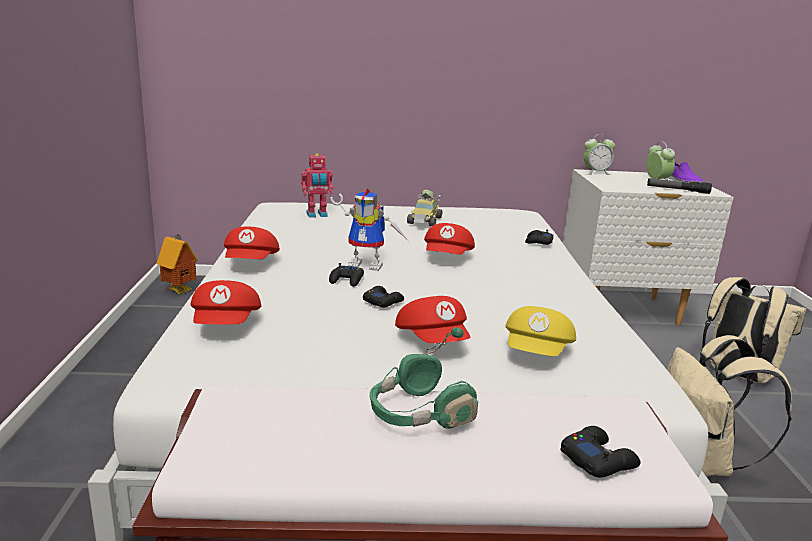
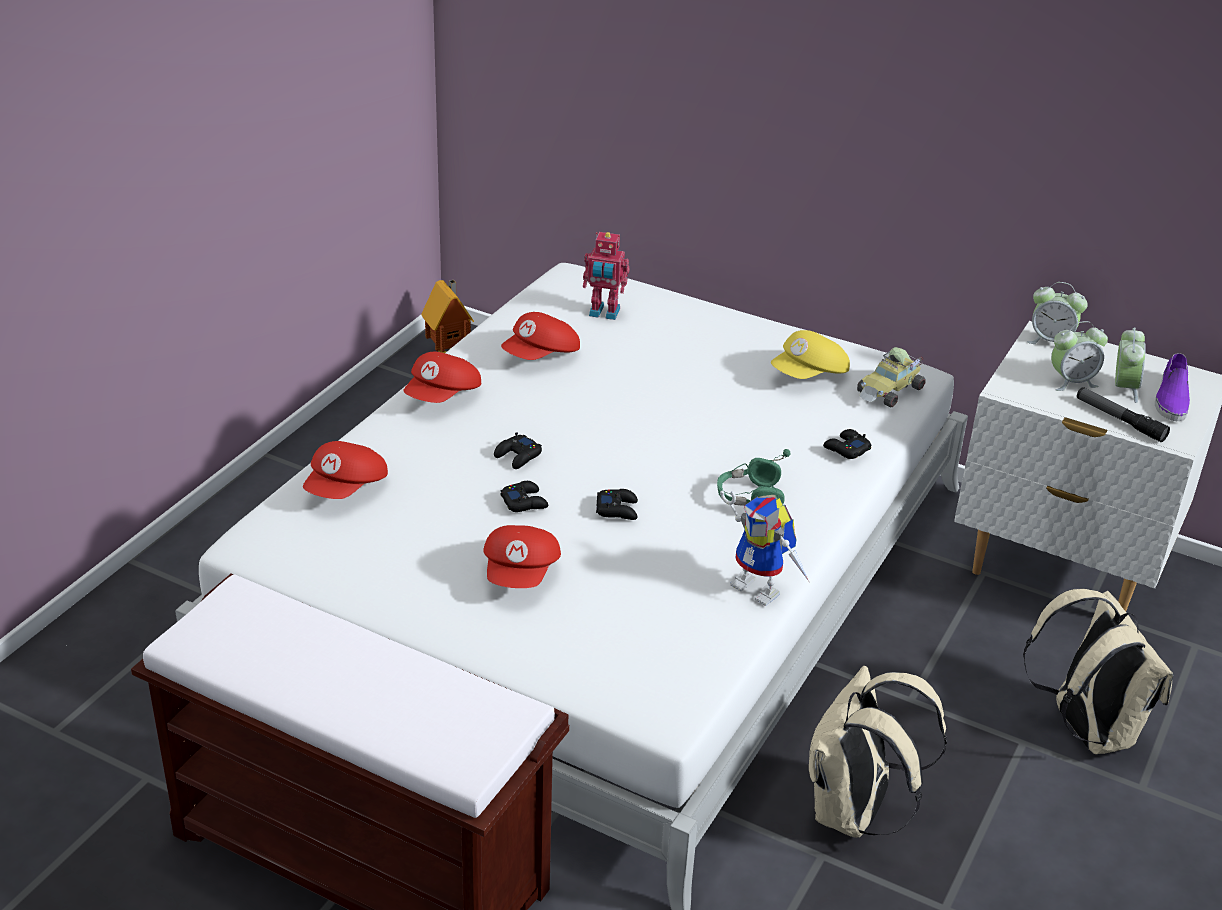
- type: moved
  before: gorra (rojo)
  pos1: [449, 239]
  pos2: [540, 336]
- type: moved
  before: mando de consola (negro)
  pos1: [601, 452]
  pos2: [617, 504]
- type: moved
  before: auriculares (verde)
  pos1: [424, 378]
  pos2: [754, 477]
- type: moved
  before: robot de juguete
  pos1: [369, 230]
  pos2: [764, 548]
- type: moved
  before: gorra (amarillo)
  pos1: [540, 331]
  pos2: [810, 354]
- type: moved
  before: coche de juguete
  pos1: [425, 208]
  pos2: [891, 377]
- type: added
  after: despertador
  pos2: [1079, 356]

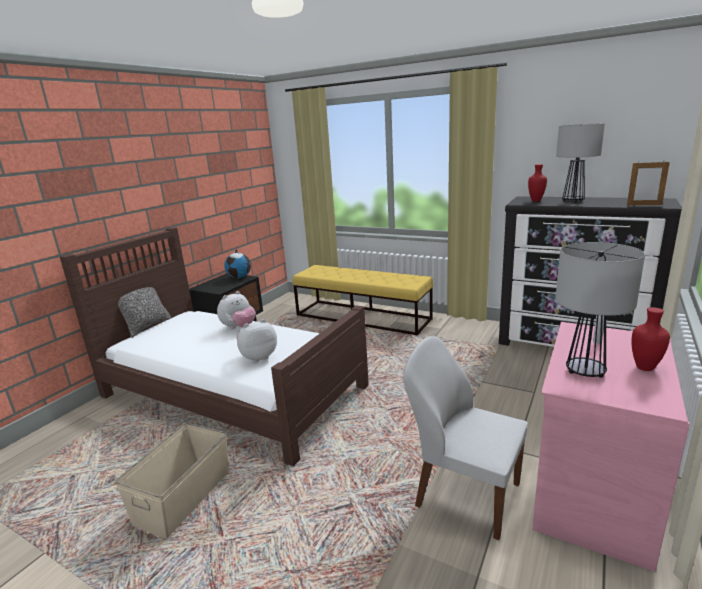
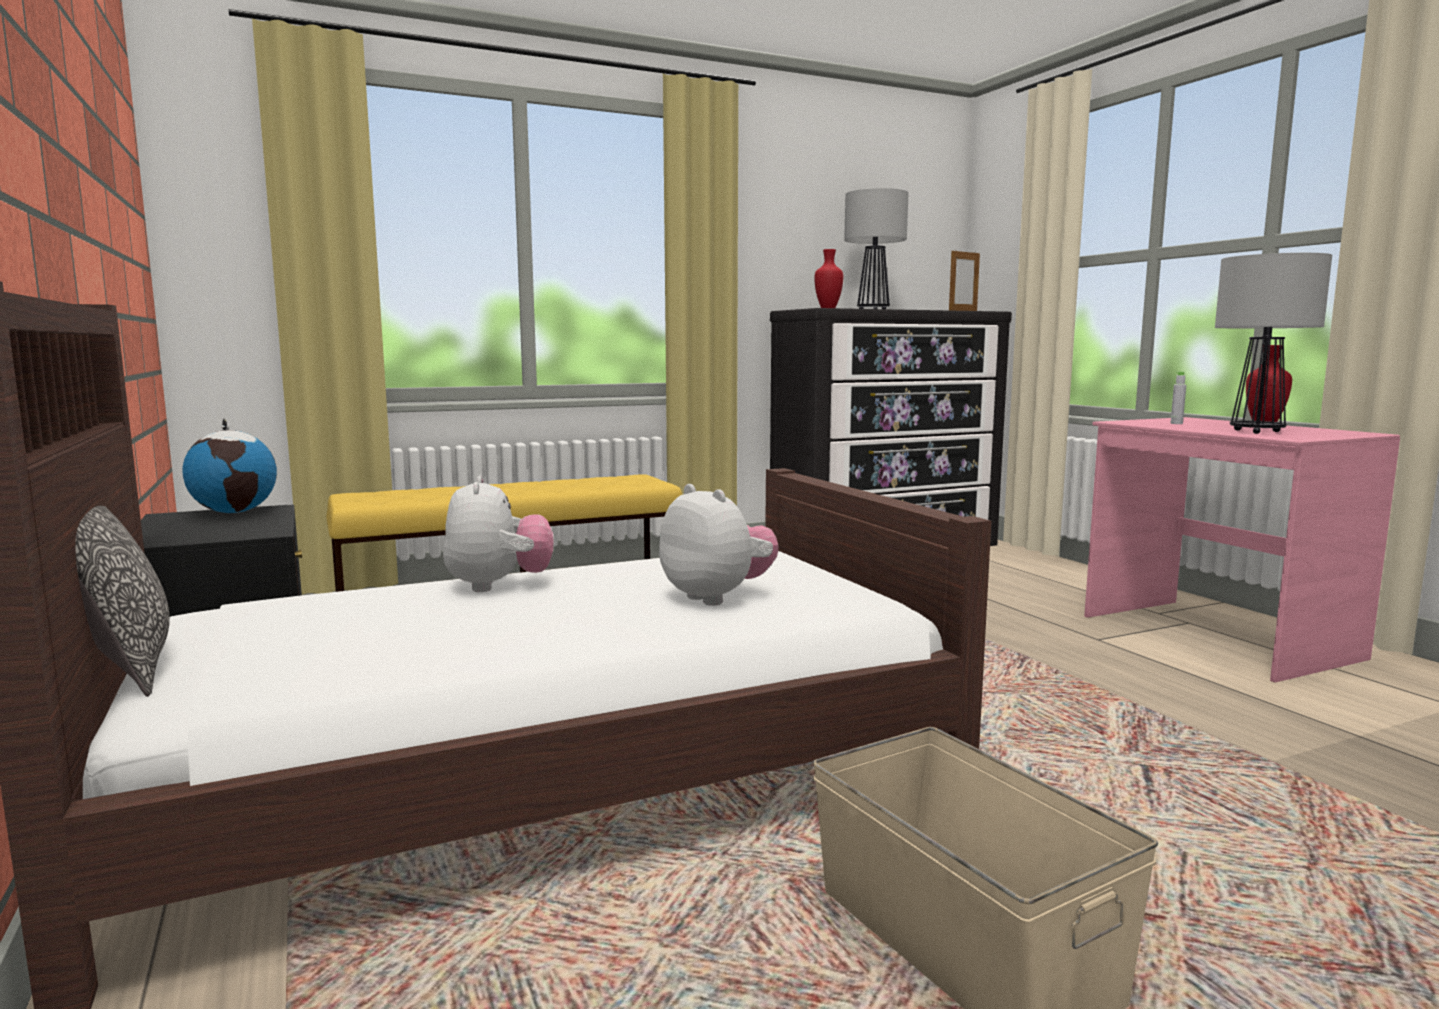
- type: turned
  before: peluche
  pos1: [256, 341]
  pos2: [718, 545]
  turn: 135
- type: removed
  before: silla (blanco)
  pos1: [465, 438]

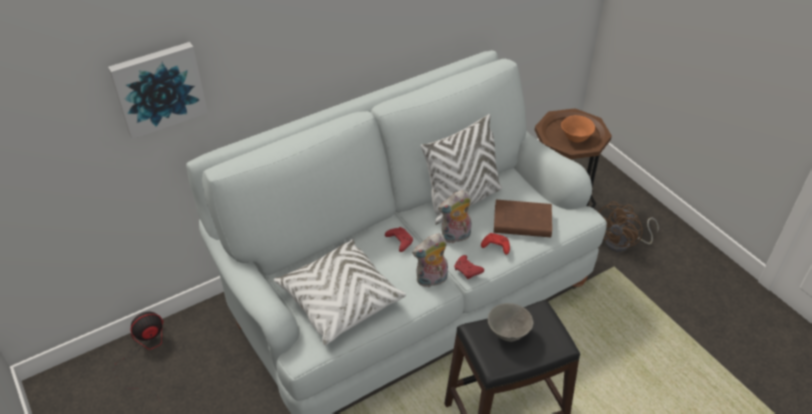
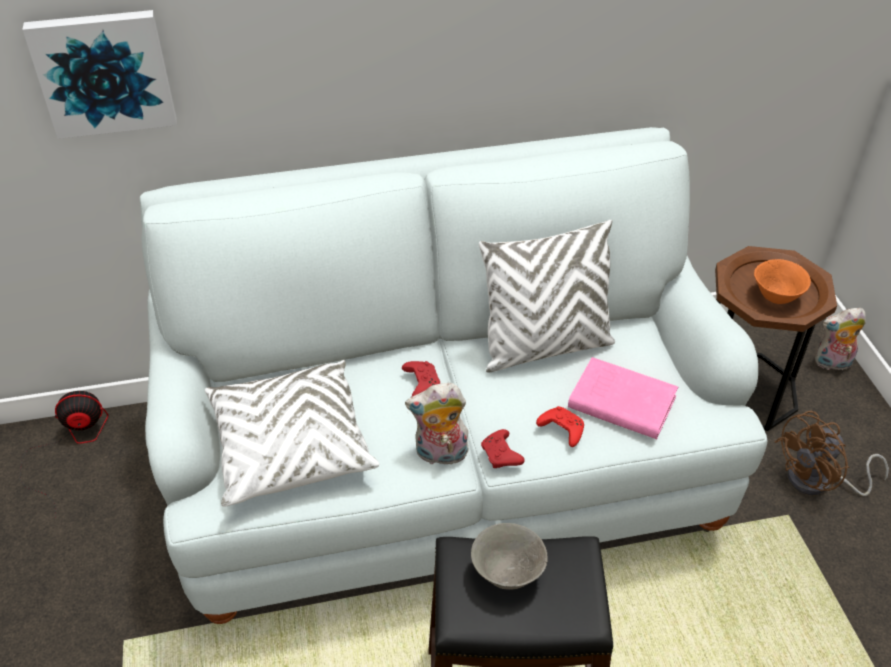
- type: recoloured
  before: libro (marrón)
  after: libro (rosa)
  pos1: [523, 218]
  pos2: [623, 398]
- type: moved
  before: peluche
  pos1: [454, 216]
  pos2: [840, 339]

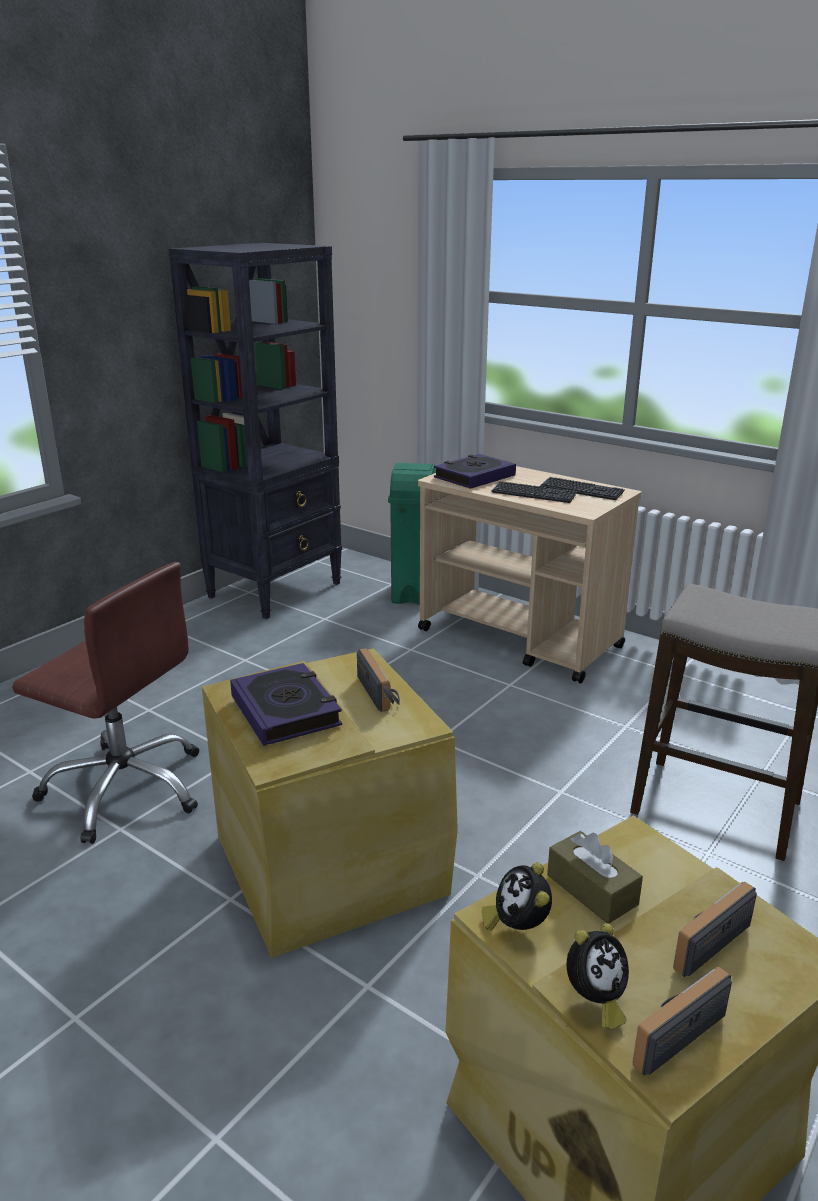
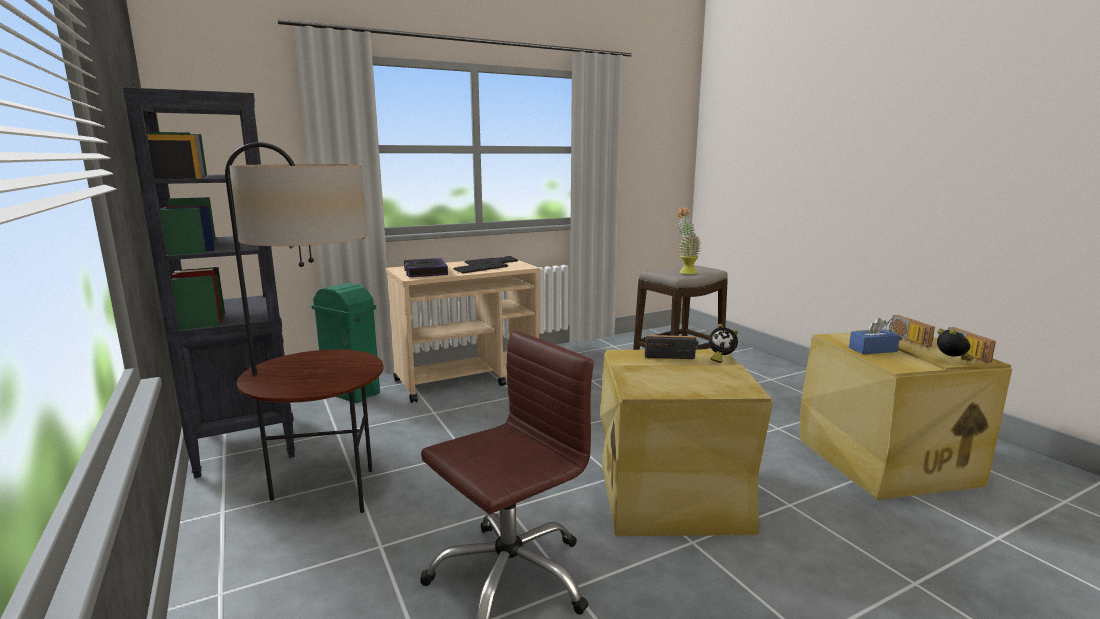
- type: added
  after: lámpara de pie
  pos2: [304, 327]
- type: added
  after: planta en maceta
  pos2: [689, 240]
- type: moved
  before: despertador
  pos1: [517, 896]
  pos2: [723, 343]
- type: recoloured
  before: caja de pañuelos (marrón)
  after: caja de pañuelos (azul)
  pos1: [595, 877]
  pos2: [874, 336]
- type: removed
  before: libro
  pos1: [286, 704]

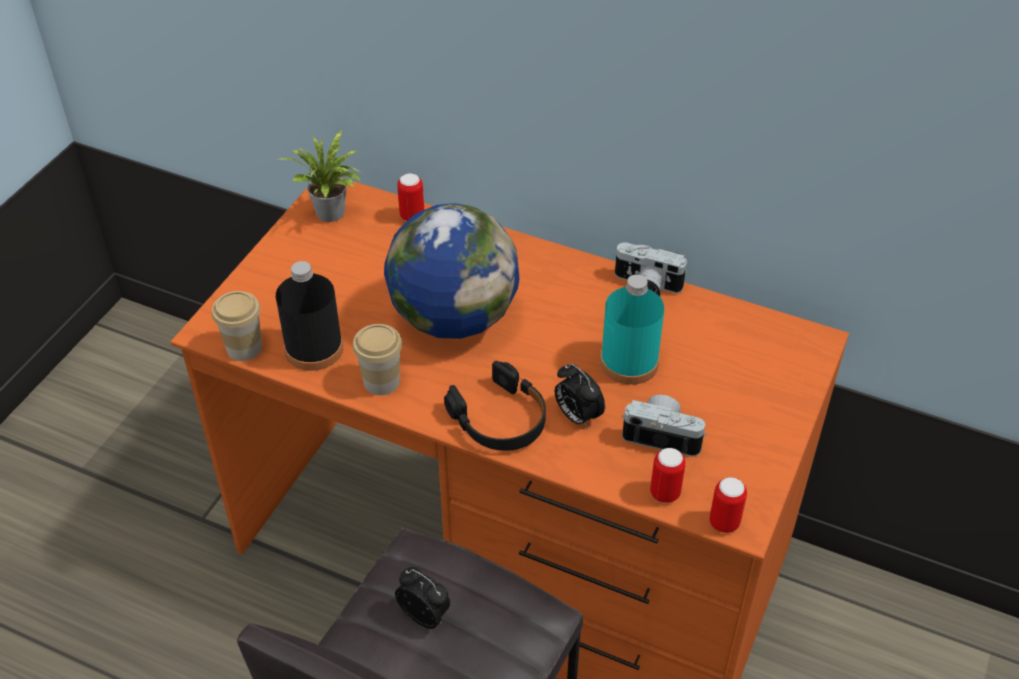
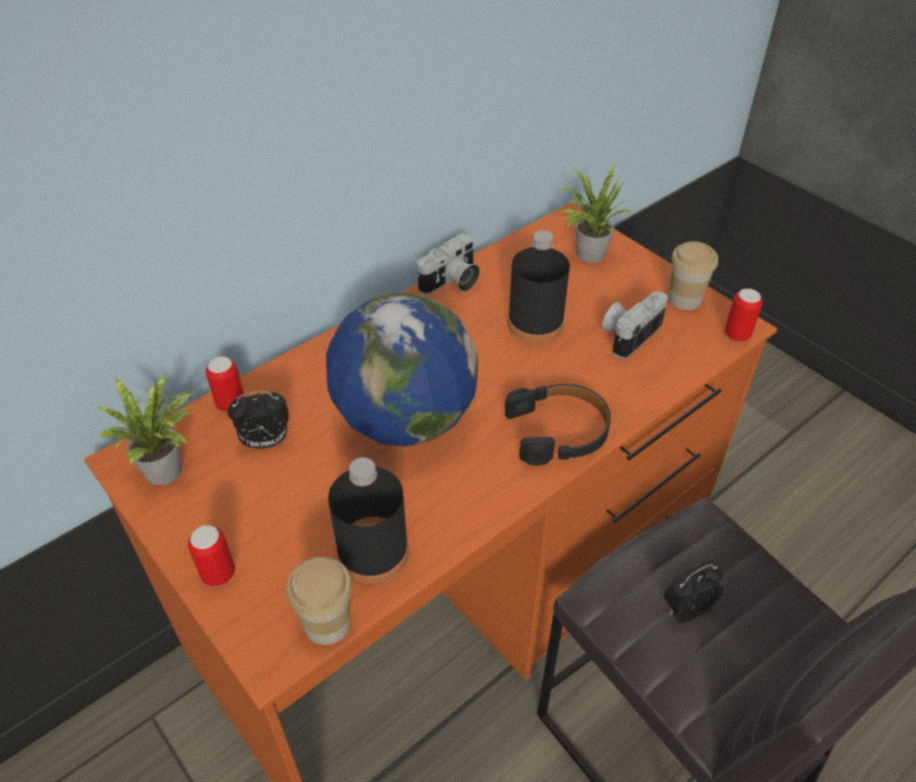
- type: moved
  before: lata
  pos1: [668, 475]
  pos2: [211, 556]
- type: moved
  before: despertador
  pos1: [580, 396]
  pos2: [258, 420]
- type: recoloured
  before: botella (turquesa)
  after: botella (negro)
  pos1: [632, 329]
  pos2: [539, 287]
- type: added
  after: planta en maceta
  pos2: [595, 214]
- type: moved
  before: taza
  pos1: [377, 359]
  pos2: [693, 275]

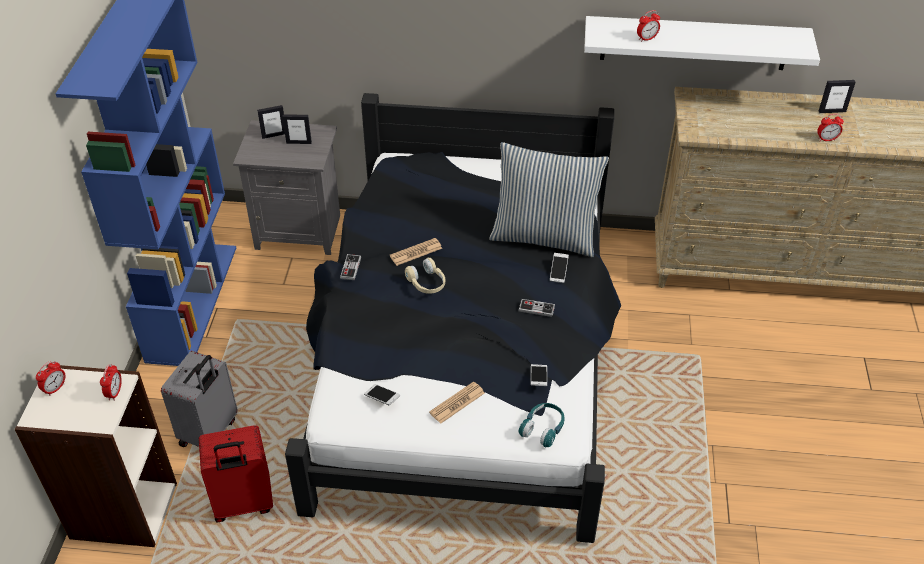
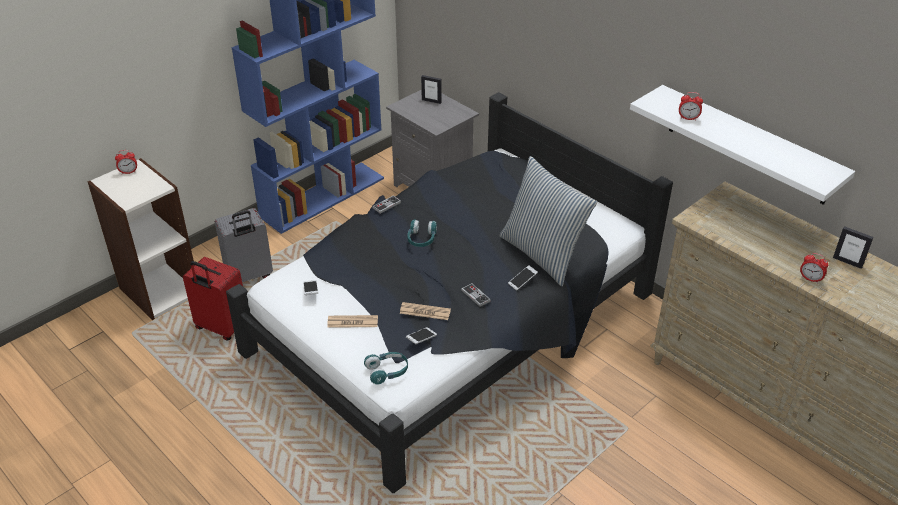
- type: moved
  before: periódico
  pos1: [416, 252]
  pos2: [425, 311]
- type: recoloured
  before: auriculares (beis)
  after: auriculares (turquesa)
  pos1: [425, 276]
  pos2: [422, 233]
- type: removed
  before: despertador
  pos1: [111, 382]
- type: removed
  before: portarretratos
  pos1: [297, 129]

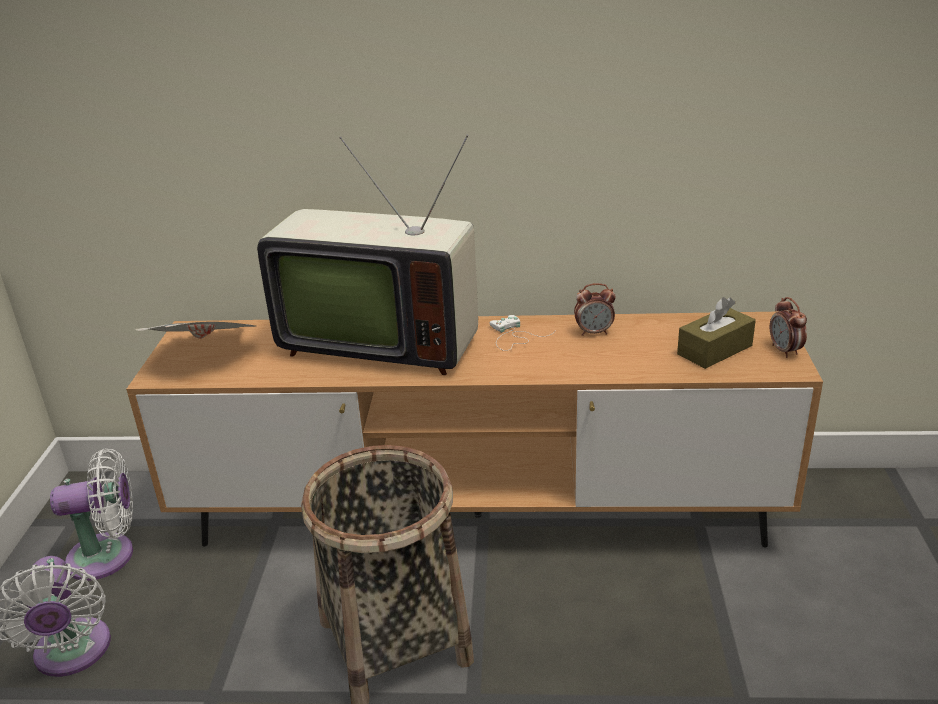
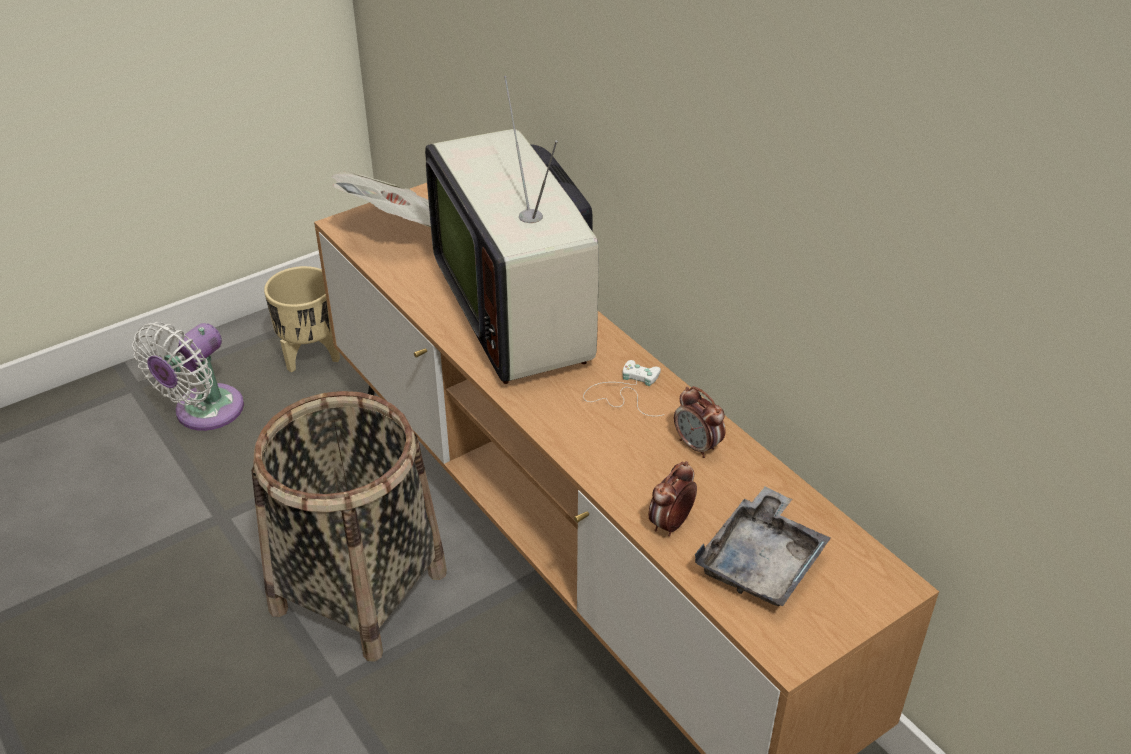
- type: replaced
  before: ventilador (blanco)
  after: maceta (beis)
  pos1: [91, 514]
  pos2: [302, 319]
- type: moved
  before: despertador
  pos1: [788, 327]
  pos2: [673, 498]
- type: replaced
  before: caja de pañuelos (marrón)
  after: bandeja (gris)
  pos1: [716, 333]
  pos2: [763, 546]

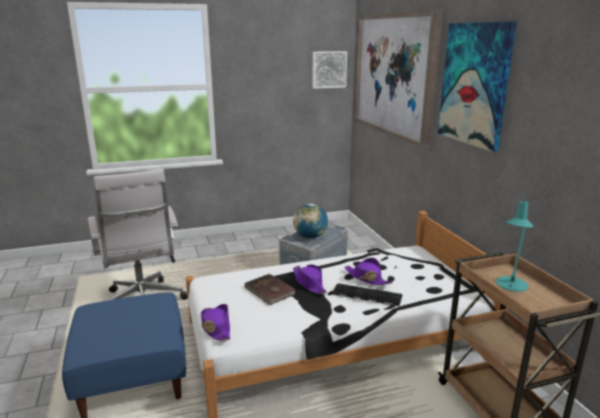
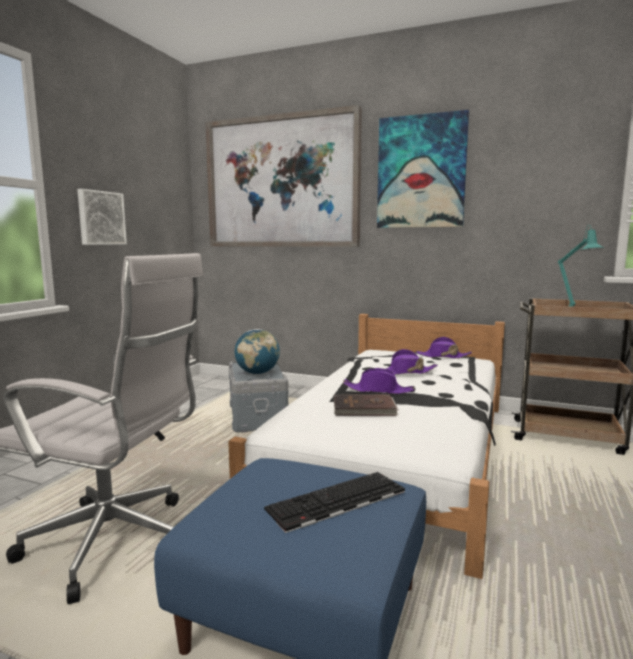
- type: moved
  before: cuadro
  pos1: [329, 70]
  pos2: [102, 217]
- type: moved
  before: teclado
  pos1: [367, 294]
  pos2: [334, 502]
- type: moved
  before: sombrero (morado)
  pos1: [215, 322]
  pos2: [444, 348]

